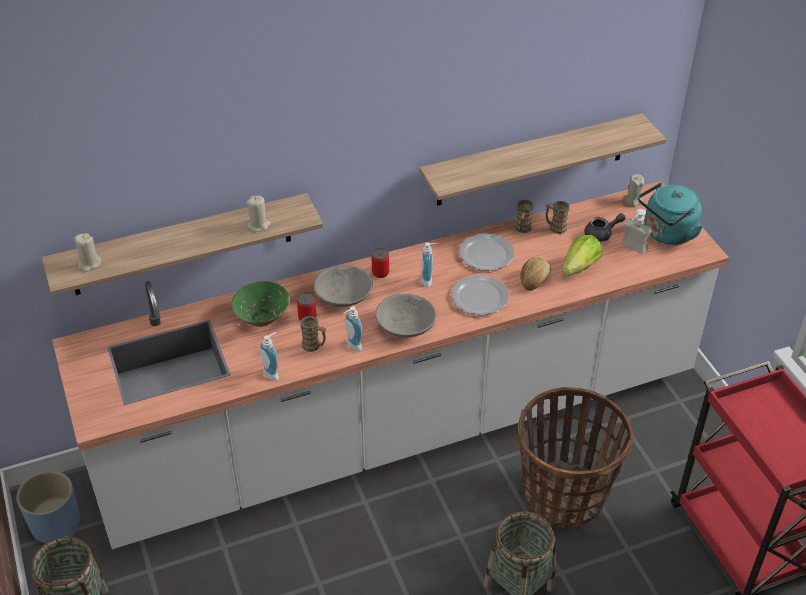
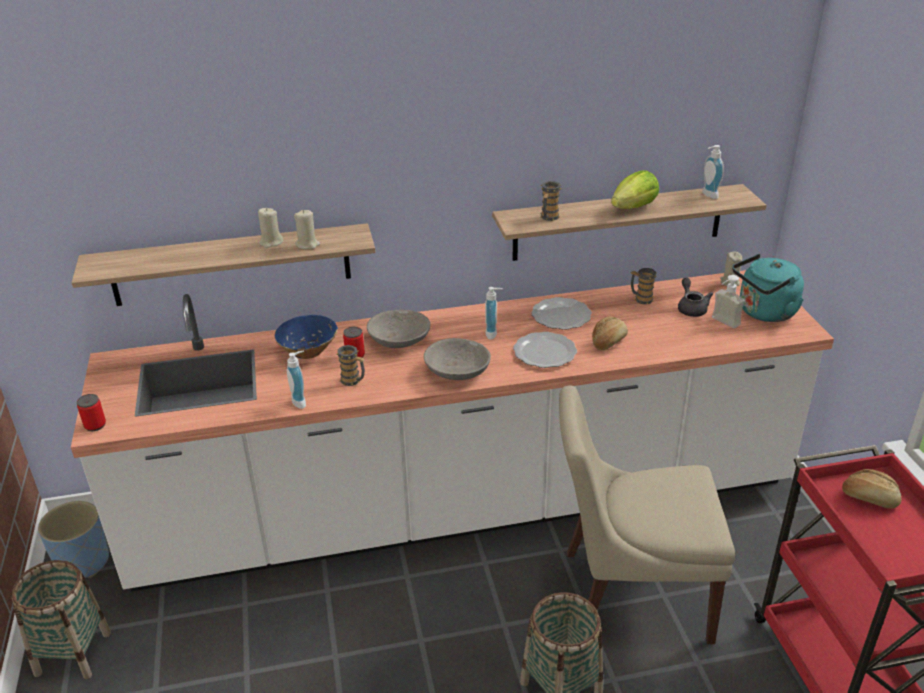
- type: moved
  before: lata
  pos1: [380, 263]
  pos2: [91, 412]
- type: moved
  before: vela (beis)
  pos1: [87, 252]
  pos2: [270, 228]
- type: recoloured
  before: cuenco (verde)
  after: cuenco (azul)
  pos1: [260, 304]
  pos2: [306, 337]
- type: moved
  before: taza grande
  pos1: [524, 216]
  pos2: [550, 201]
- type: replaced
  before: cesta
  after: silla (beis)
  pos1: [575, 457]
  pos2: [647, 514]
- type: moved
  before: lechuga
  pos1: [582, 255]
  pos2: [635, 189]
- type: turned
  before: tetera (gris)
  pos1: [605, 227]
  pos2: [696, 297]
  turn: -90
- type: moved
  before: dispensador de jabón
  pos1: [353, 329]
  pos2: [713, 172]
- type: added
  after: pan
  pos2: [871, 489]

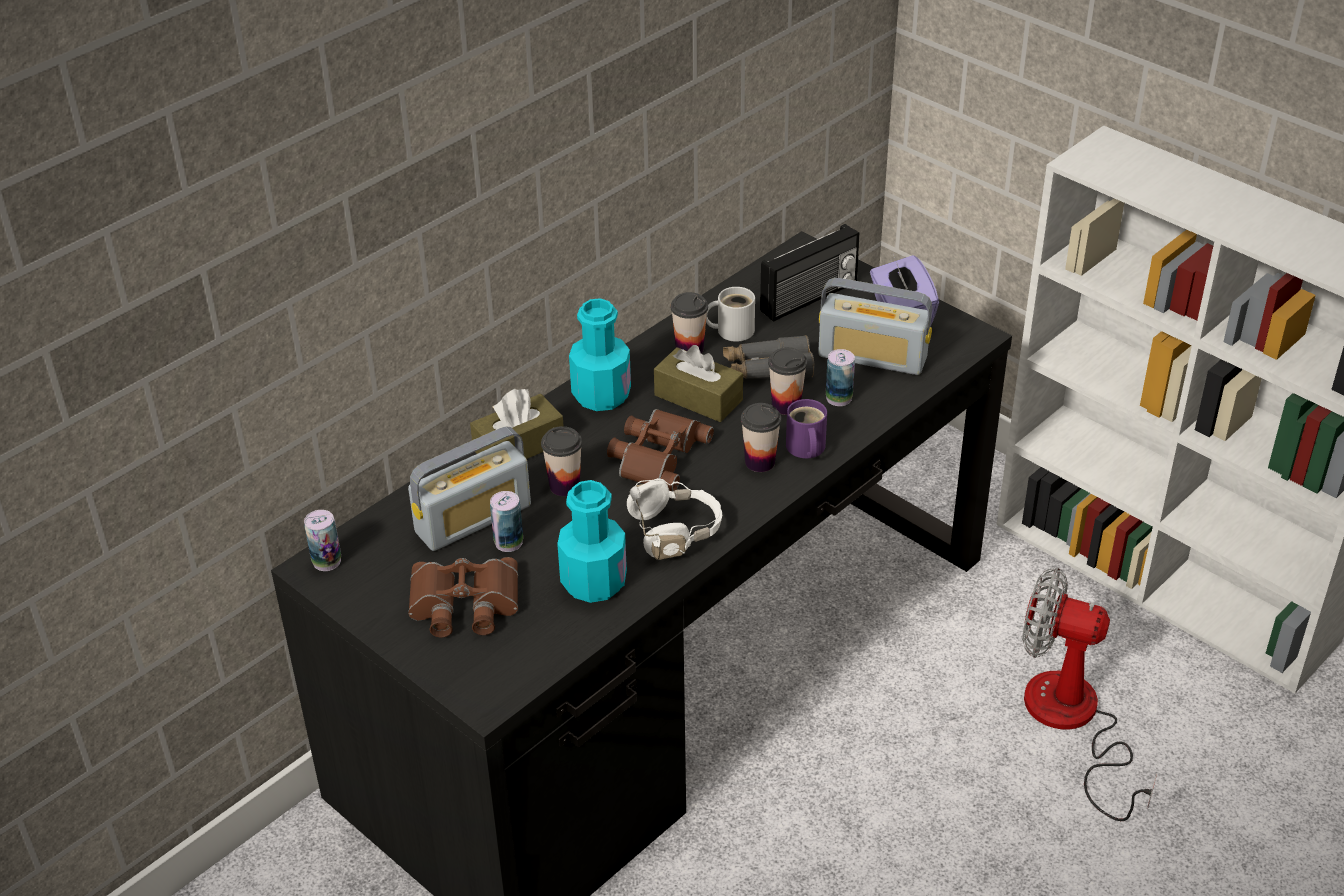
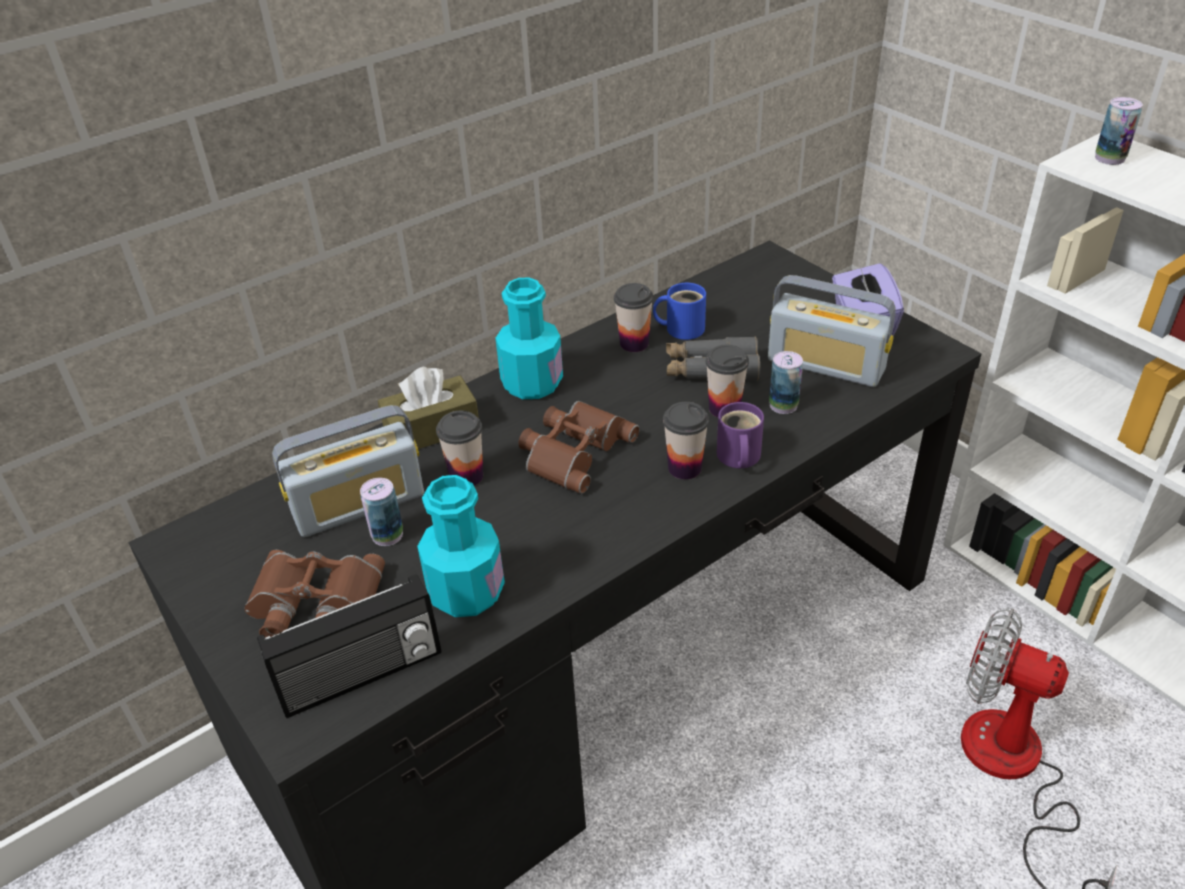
- type: moved
  before: radio
  pos1: [810, 273]
  pos2: [349, 646]
- type: recoloured
  before: taza grande (blanco)
  after: taza grande (azul)
  pos1: [730, 314]
  pos2: [679, 311]
- type: moved
  before: lata
  pos1: [322, 540]
  pos2: [1119, 131]
- type: removed
  before: auriculares (blanco)
  pos1: [674, 519]
- type: removed
  before: caja de pañuelos (marrón)
  pos1: [698, 383]

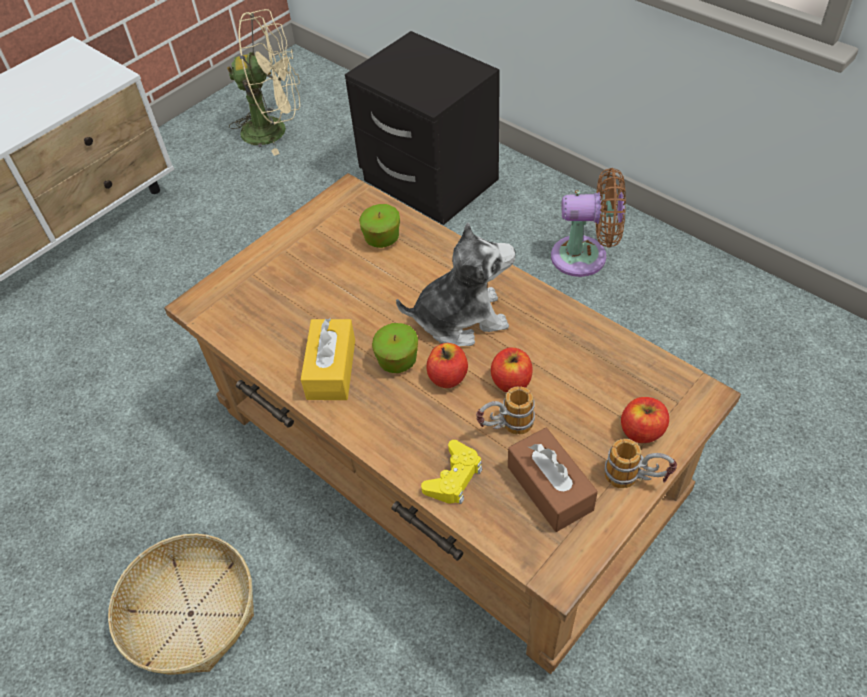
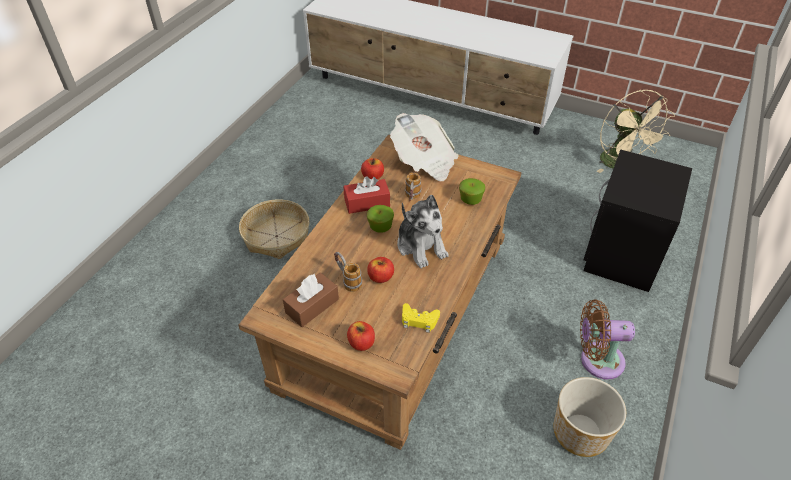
- type: recoloured
  before: caja de pañuelos (amarillo)
  after: caja de pañuelos (rojo)
  pos1: [328, 359]
  pos2: [367, 195]
- type: moved
  before: manzana
  pos1: [447, 365]
  pos2: [372, 169]
- type: added
  after: periódico
  pos2: [424, 147]
- type: moved
  before: mando de consola (amarillo)
  pos1: [451, 472]
  pos2: [421, 318]
- type: moved
  before: taza grande
  pos1: [640, 463]
  pos2: [413, 187]
- type: added
  after: maceta
  pos2: [589, 417]
- type: turned
  before: ventilador (marrón)
  pos1: [588, 222]
  pos2: [607, 339]
  turn: 105

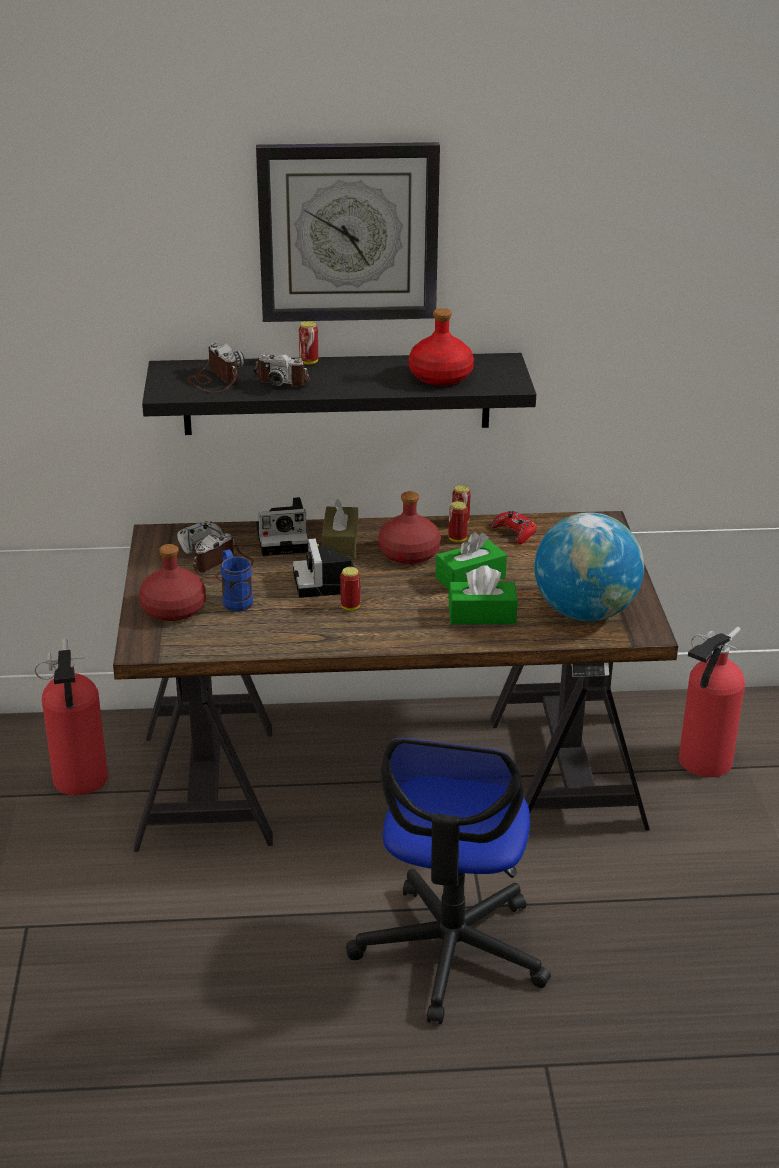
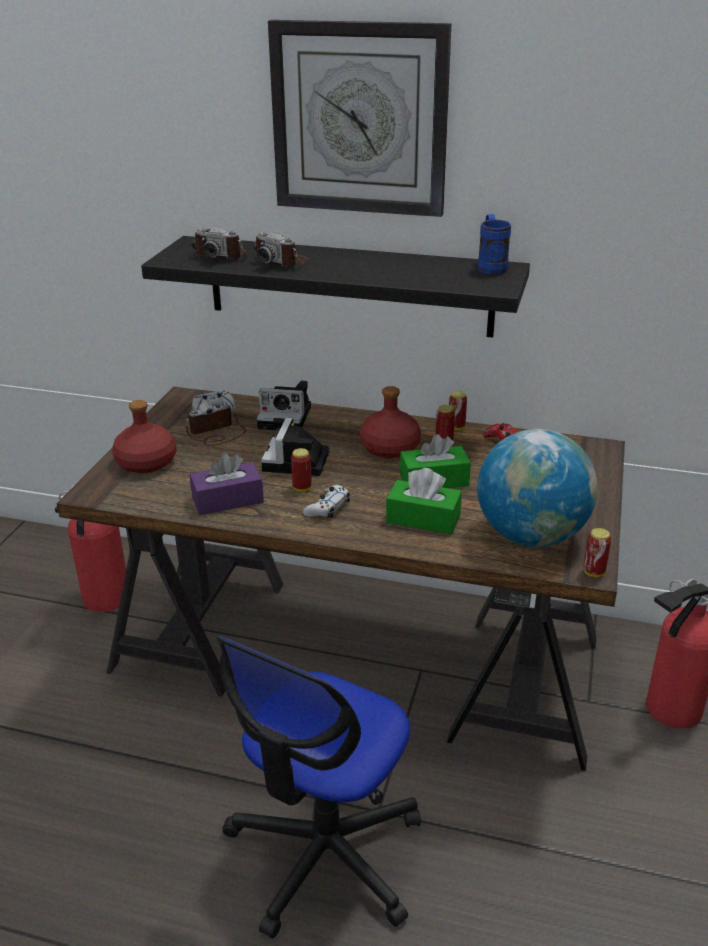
- type: added
  after: caja de pañuelos (morado)
  pos2: [227, 484]
- type: turned
  before: cámara
  pos1: [216, 367]
  pos2: [219, 243]
  turn: 120
- type: added
  after: mando de consola (blanco)
  pos2: [326, 501]
- type: moved
  before: taza grande (azul)
  pos1: [237, 580]
  pos2: [494, 244]
- type: moved
  before: lata
  pos1: [308, 343]
  pos2: [597, 552]
- type: removed
  before: caja de pañuelos (marrón)
  pos1: [340, 529]
- type: removed
  before: botella (rojo)
  pos1: [441, 347]

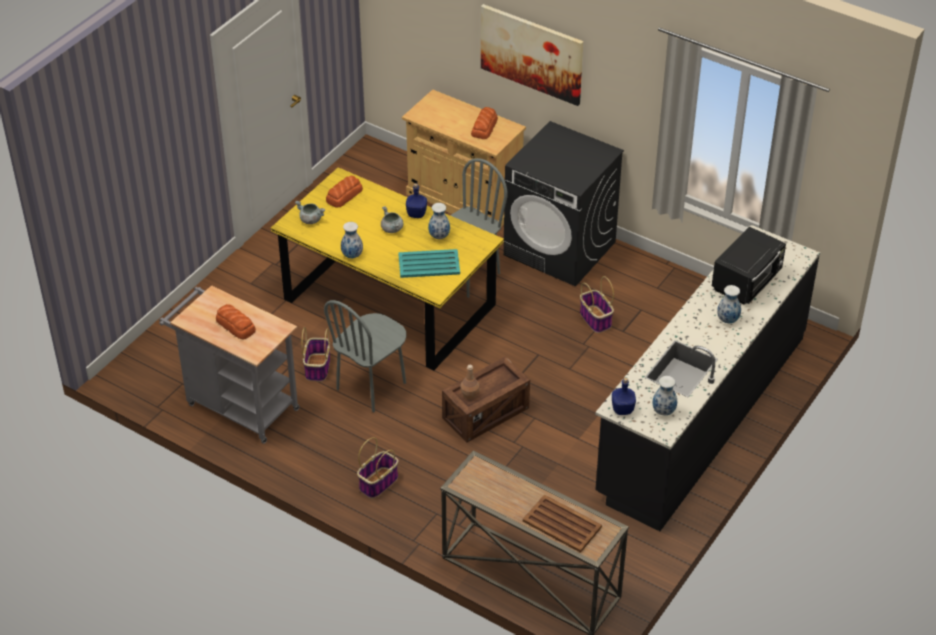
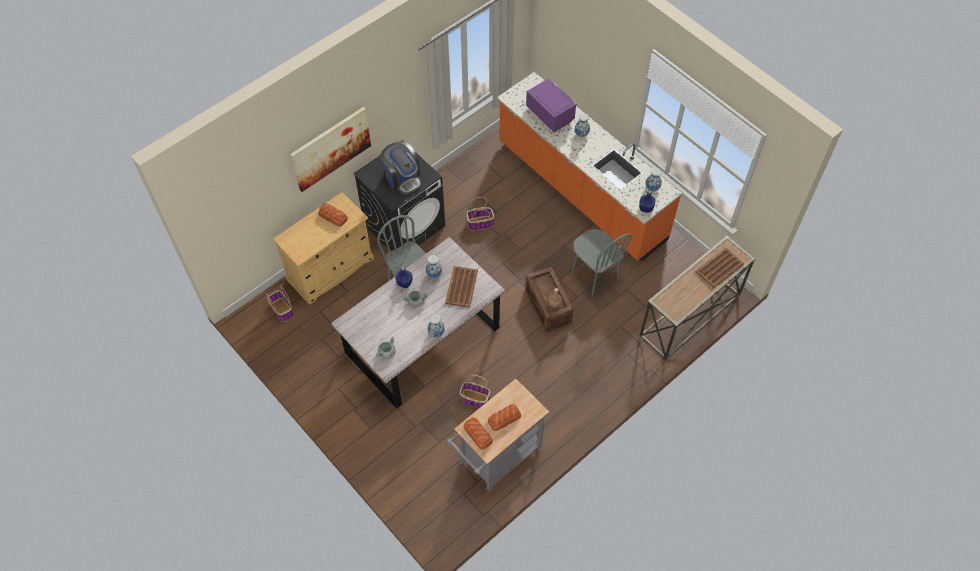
- type: moved
  before: cesta
  pos1: [377, 467]
  pos2: [279, 303]
- type: recoloured
  before: mesa de comedor (amarillo)
  after: mesa de comedor (gris)
  pos1: [387, 268]
  pos2: [418, 323]
- type: added
  after: cafetera
  pos2: [400, 168]
- type: recoloured
  before: bandeja (turquesa)
  after: bandeja (marrón)
  pos1: [429, 263]
  pos2: [461, 287]
- type: moved
  before: pan
  pos1: [344, 191]
  pos2: [478, 433]
- type: recoloured
  before: mueble bajo de cocina (negro)
  after: mueble bajo de cocina (naranja)
  pos1: [707, 378]
  pos2: [589, 166]
- type: recoloured
  before: microondas (negro)
  after: microondas (morado)
  pos1: [749, 265]
  pos2: [551, 105]
- type: moved
  before: silla (gris)
  pos1: [365, 356]
  pos2: [602, 262]

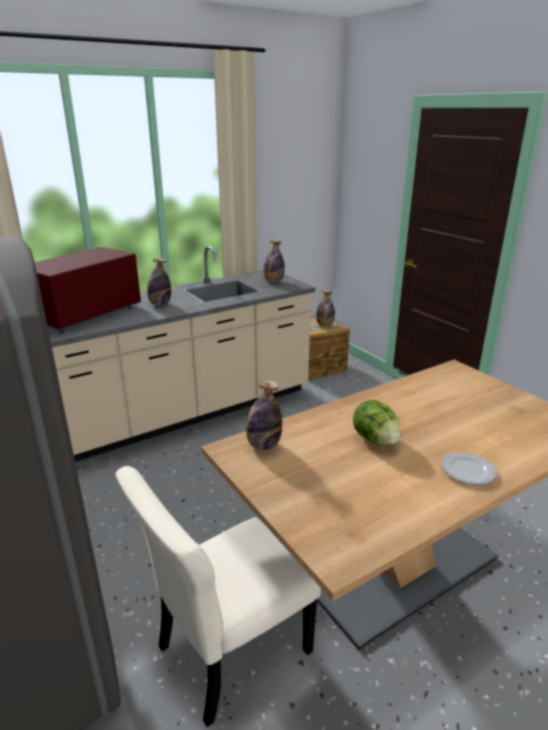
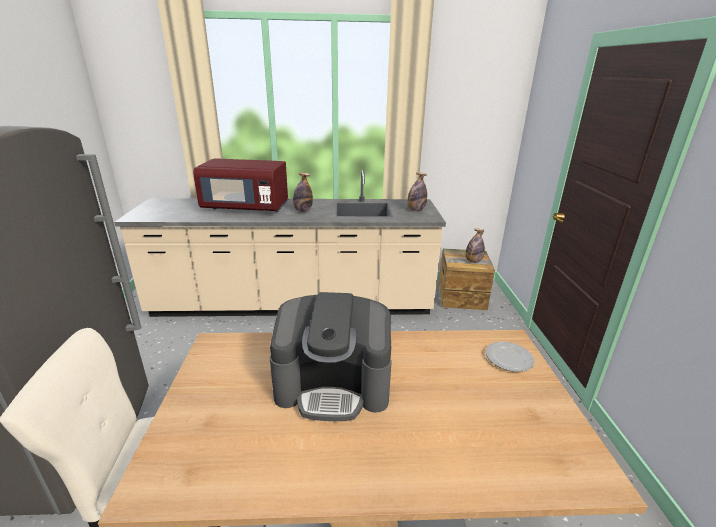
- type: turned
  before: microondas (rojo)
  pos1: [87, 290]
  pos2: [241, 185]
  turn: -150
- type: replaced
  before: lechuga
  after: cafetera
  pos1: [377, 422]
  pos2: [331, 356]
- type: moved
  before: plato
  pos1: [469, 468]
  pos2: [510, 357]
- type: removed
  before: botella
  pos1: [264, 415]

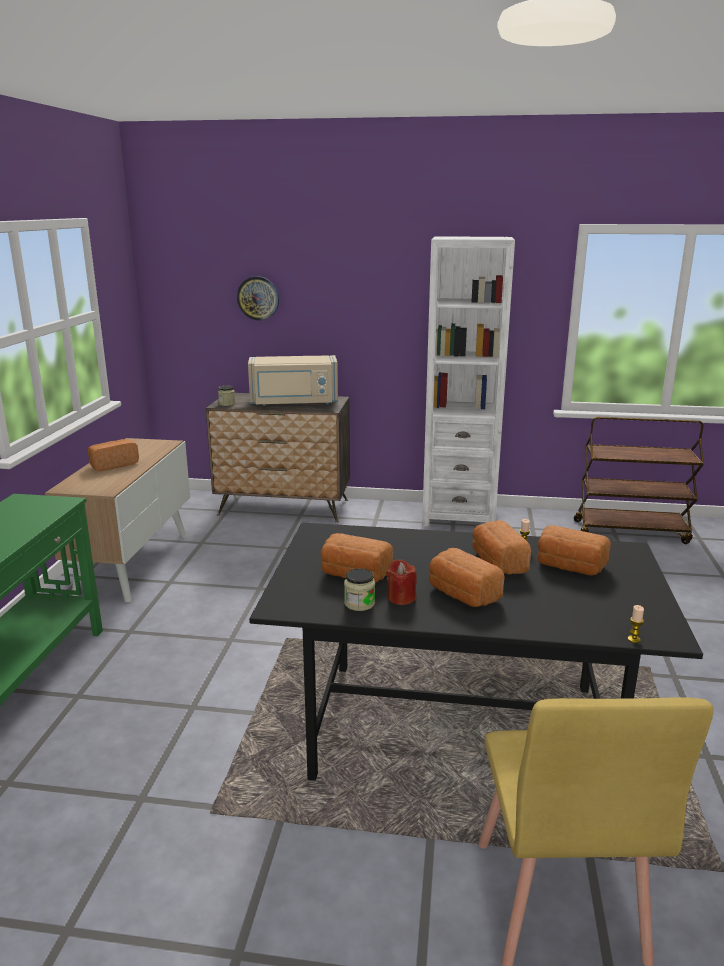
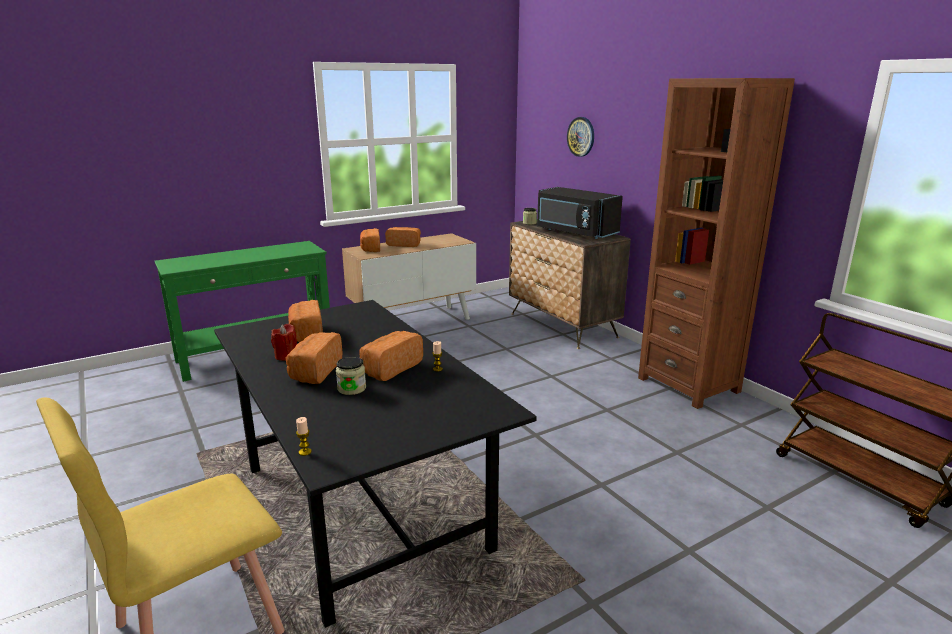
- type: moved
  before: tarro
  pos1: [359, 589]
  pos2: [351, 376]
- type: moved
  before: pan
  pos1: [574, 550]
  pos2: [370, 240]
- type: recoloured
  before: microondas (beis)
  after: microondas (negro)
  pos1: [293, 380]
  pos2: [580, 213]
- type: recoloured
  before: estantería (blanco)
  after: estantería (marrón)
  pos1: [468, 381]
  pos2: [716, 243]

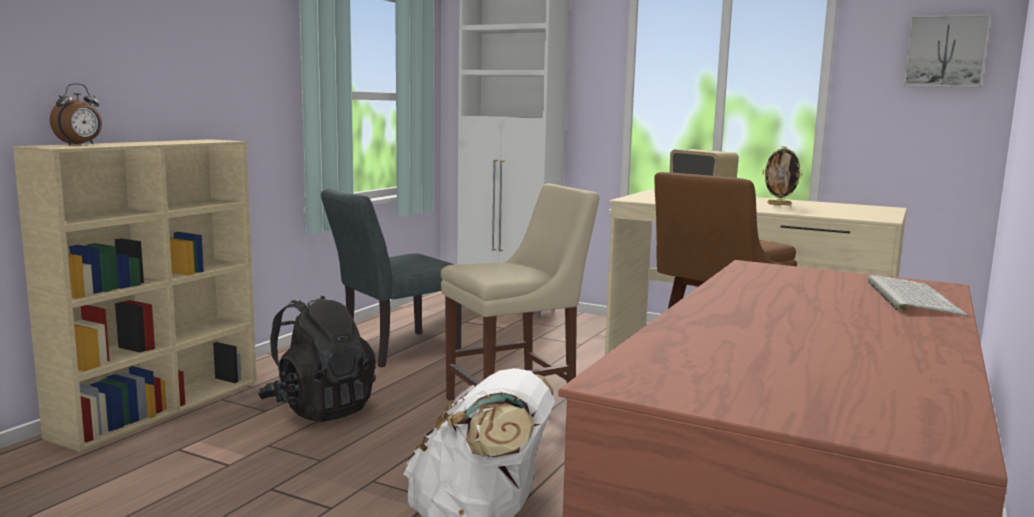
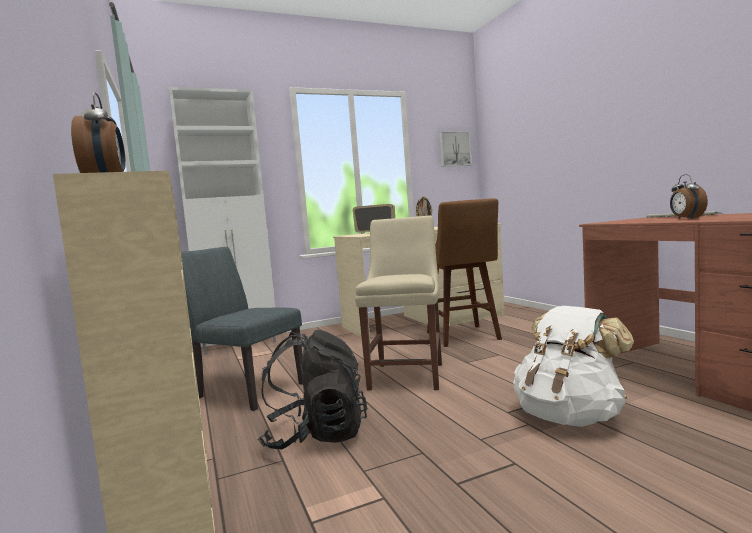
- type: turned
  before: silla (gris)
  pos1: [391, 278]
  pos2: [242, 329]
  turn: 120
- type: added
  after: despertador
  pos2: [689, 196]

